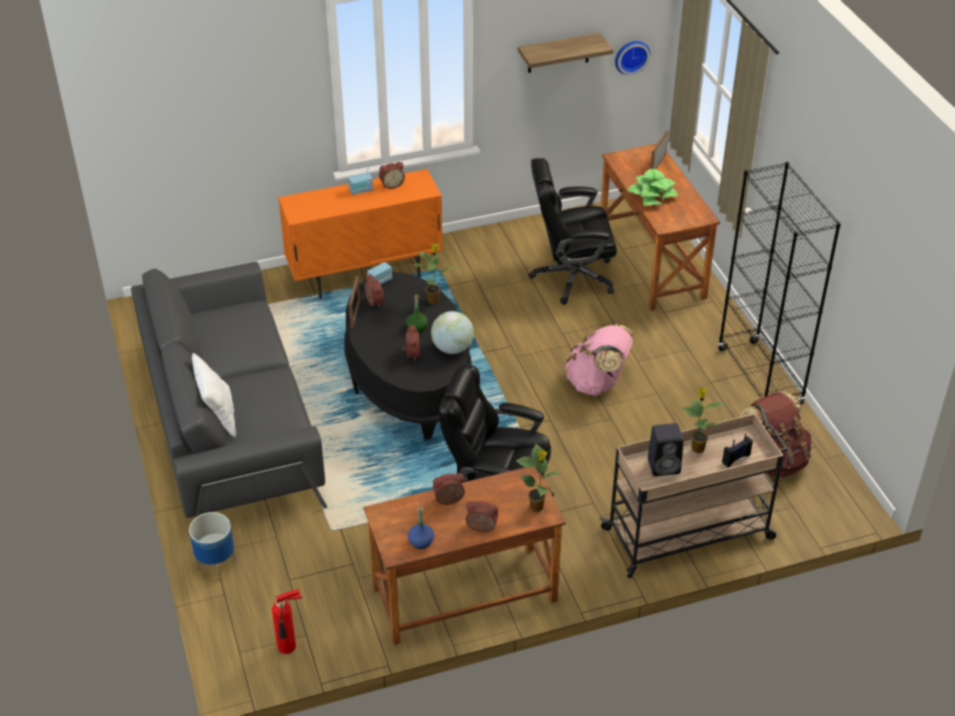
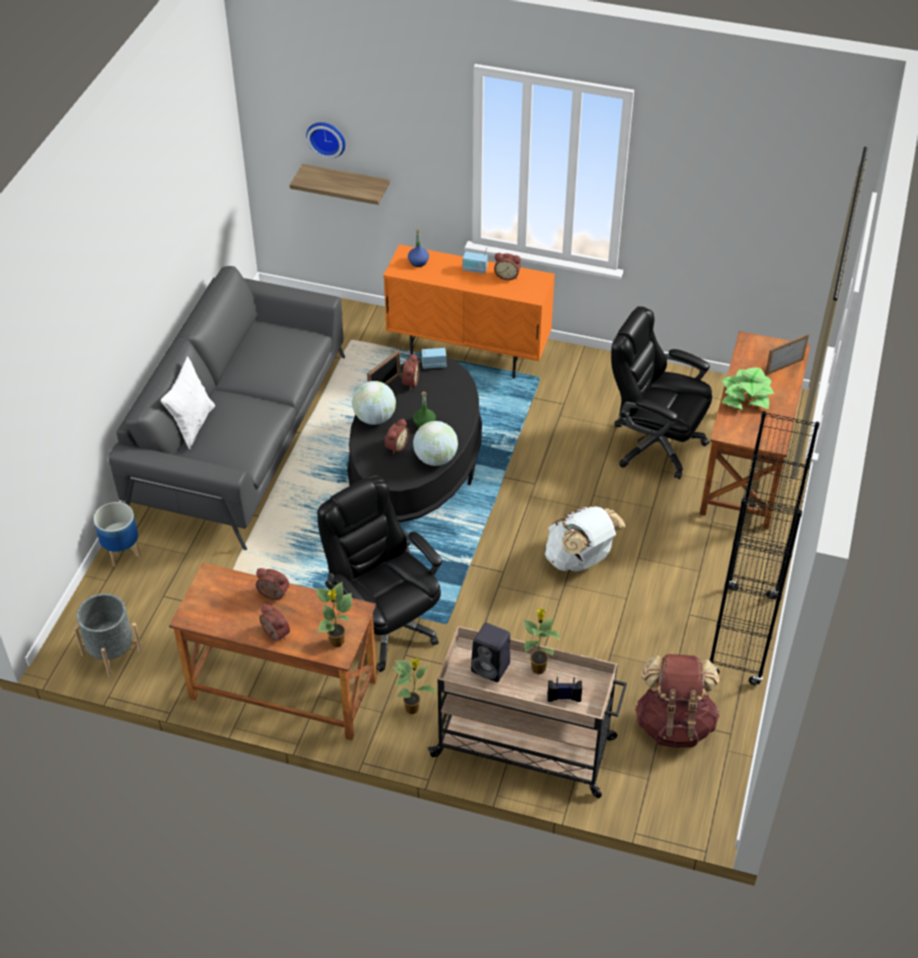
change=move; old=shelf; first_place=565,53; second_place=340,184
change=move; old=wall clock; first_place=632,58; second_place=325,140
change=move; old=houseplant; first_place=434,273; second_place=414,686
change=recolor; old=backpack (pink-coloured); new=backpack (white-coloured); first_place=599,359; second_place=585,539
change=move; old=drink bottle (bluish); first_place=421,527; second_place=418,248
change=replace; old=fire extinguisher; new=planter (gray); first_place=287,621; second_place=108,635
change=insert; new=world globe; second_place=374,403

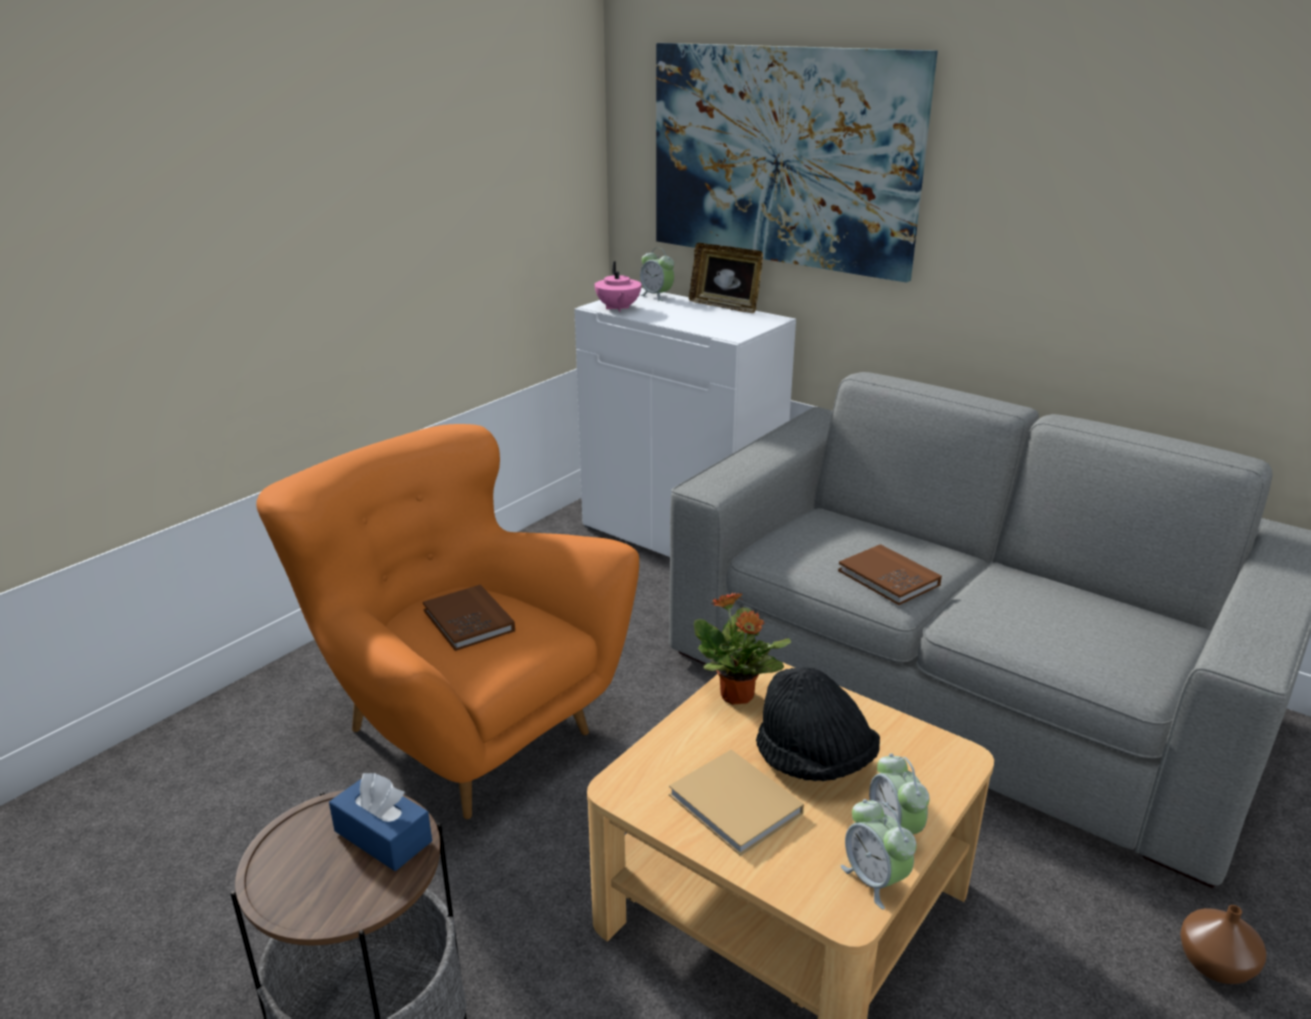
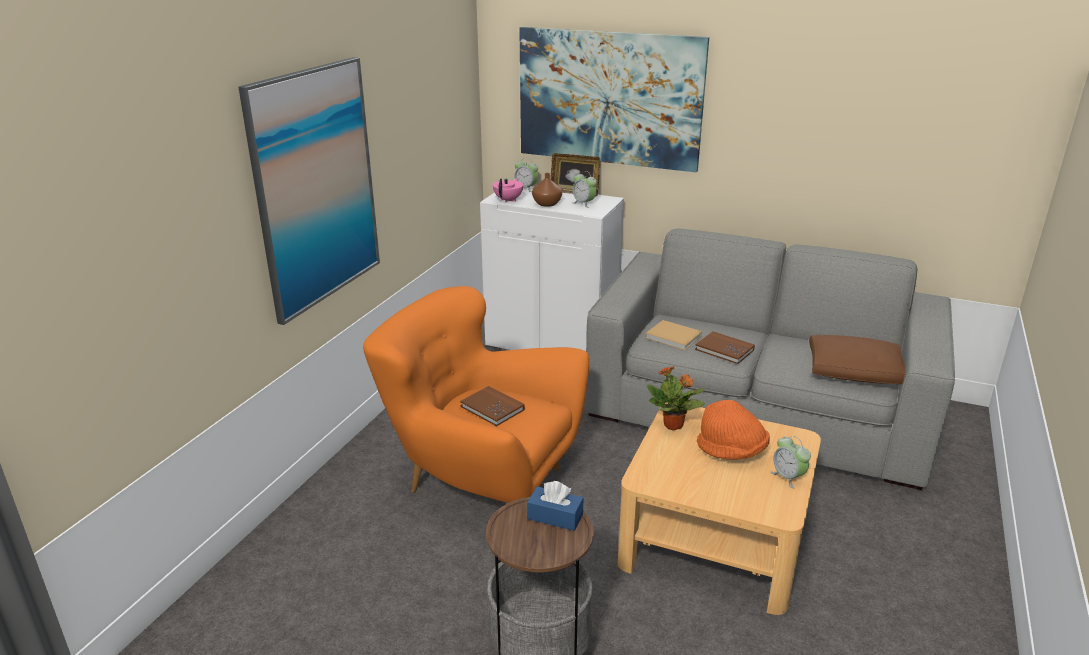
change=rotate; old=tea pot (pink-coloured); first_place=618,287; second_place=508,190; degrees=-135
change=recolor; old=clothing hat (black-coloured); new=clothing hat (orange); first_place=818,724; second_place=733,430
change=move; old=book (beige); first_place=736,803; second_place=673,335
change=move; old=table clock; first_place=879,854; second_place=584,189
change=move; old=vase (brown); first_place=1223,944; second_place=547,190
change=insert; new=wall art; second_place=309,191
change=insert; new=pillow (brown); second_place=857,359

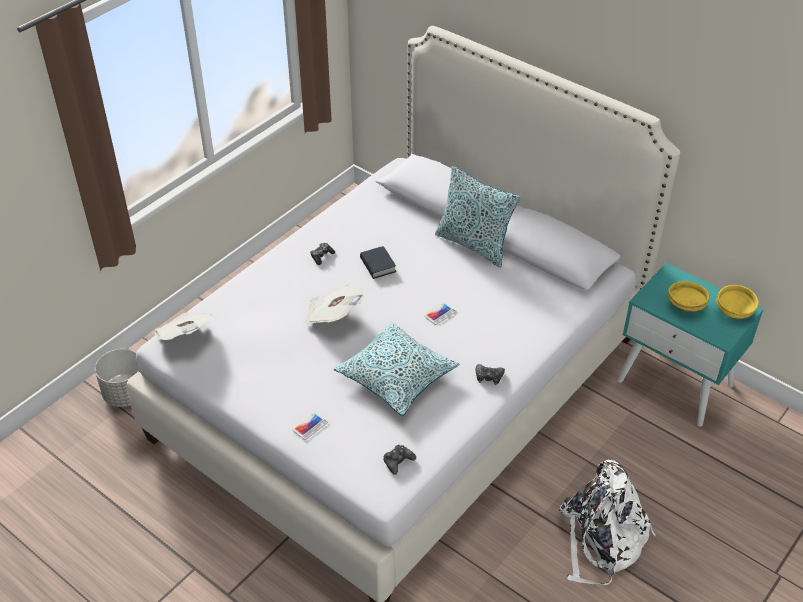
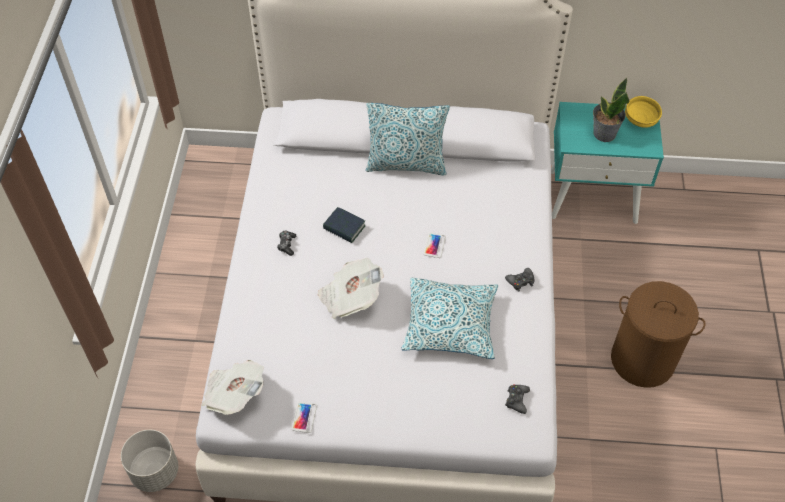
change=replace; old=deep dish (yellow-coloured); new=houseplant; first_place=688,296; second_place=611,110
change=move; old=handset; first_place=310,426; second_place=304,417
change=replace; old=backpack (white-coloured); new=washing basket (brown); first_place=607,522; second_place=658,334

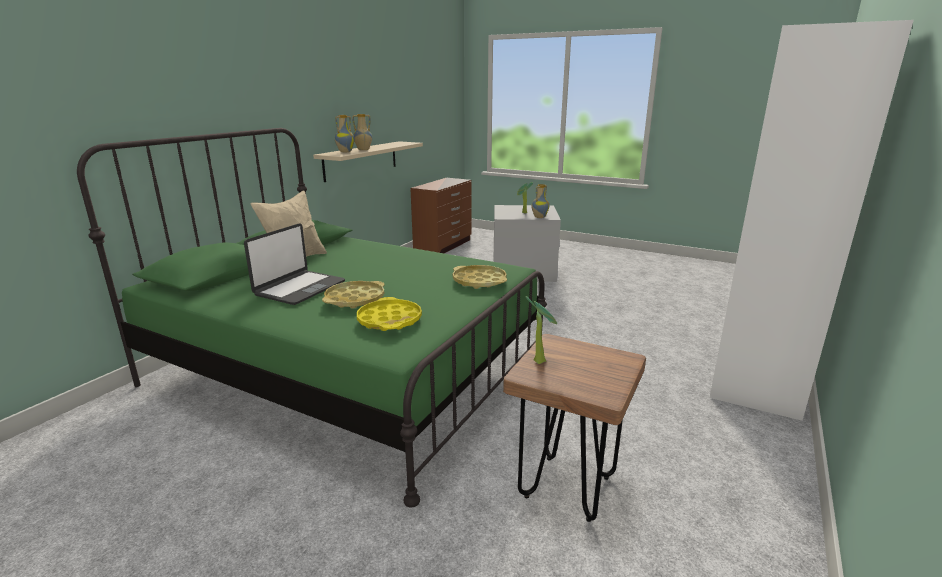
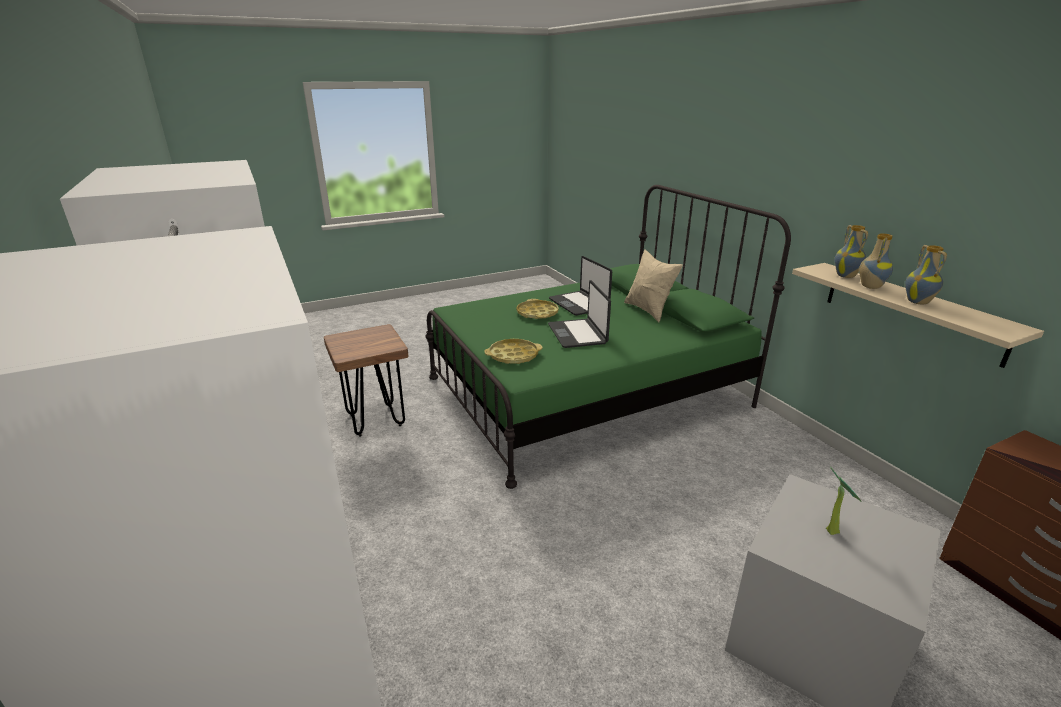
change=move; old=vase; first_place=540,201; second_place=926,275
change=delete; old=houseplant; first_place=541,330
change=delete; old=carrying tray (yellow-coloured); first_place=389,314
change=insert; new=laptop; second_place=579,314

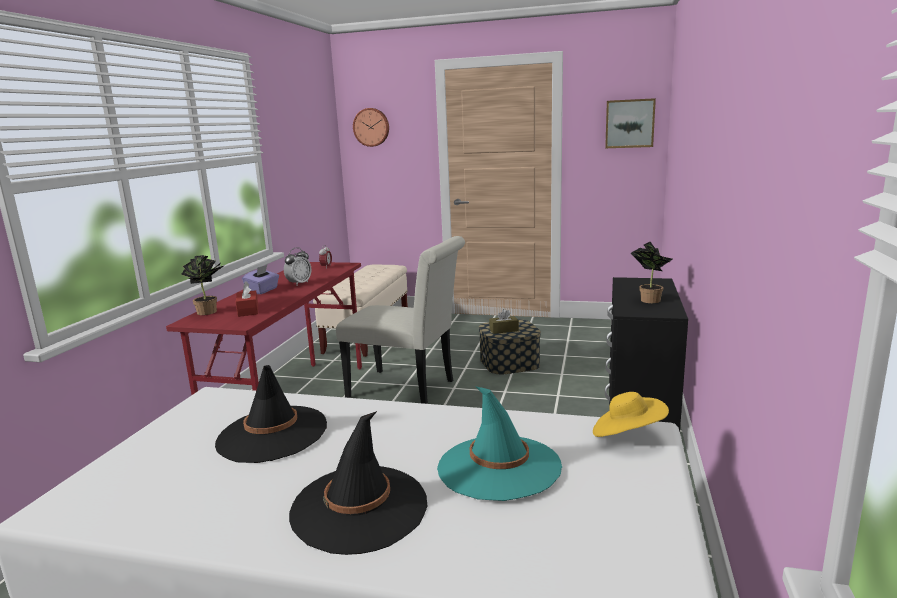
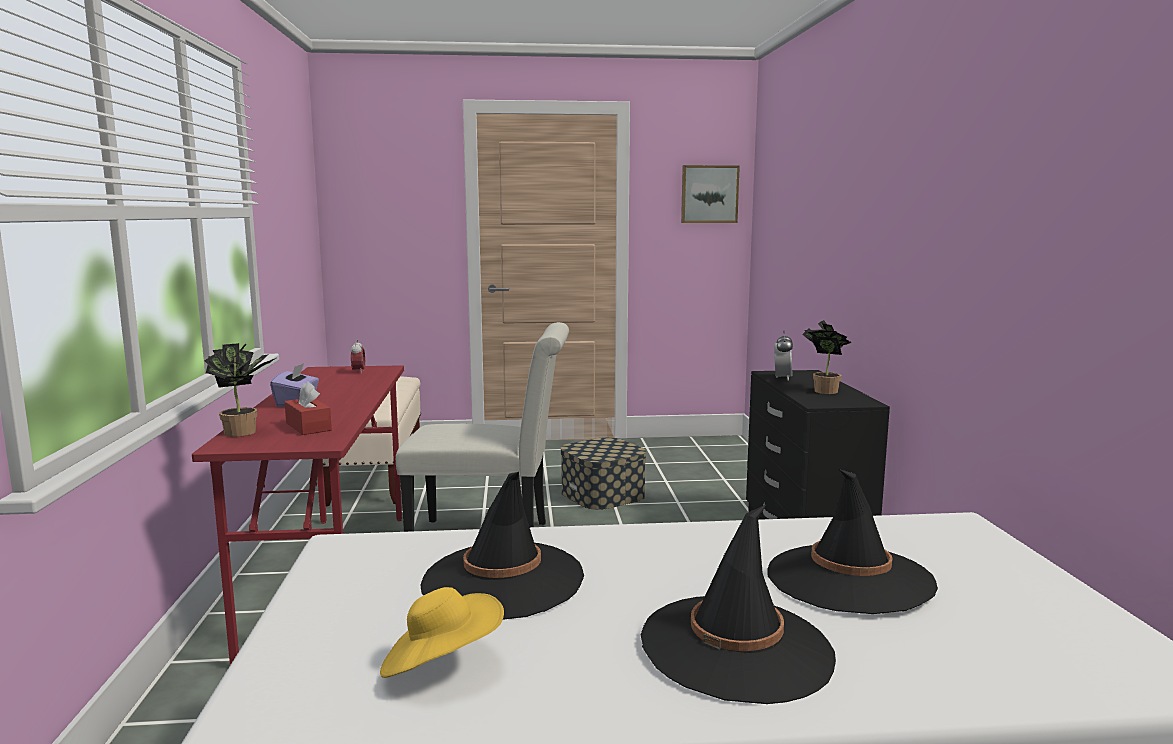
change=delete; old=wall clock; first_place=371,127
change=move; old=table clock; first_place=298,267; second_place=783,356
change=delete; old=tissue holder (brown); first_place=504,321
change=recolor; old=clothing hat (blue-green); new=clothing hat (black-coloured); first_place=499,443; second_place=852,541
change=move; old=clothing hat (yellow-coloured); first_place=631,414; second_place=442,632

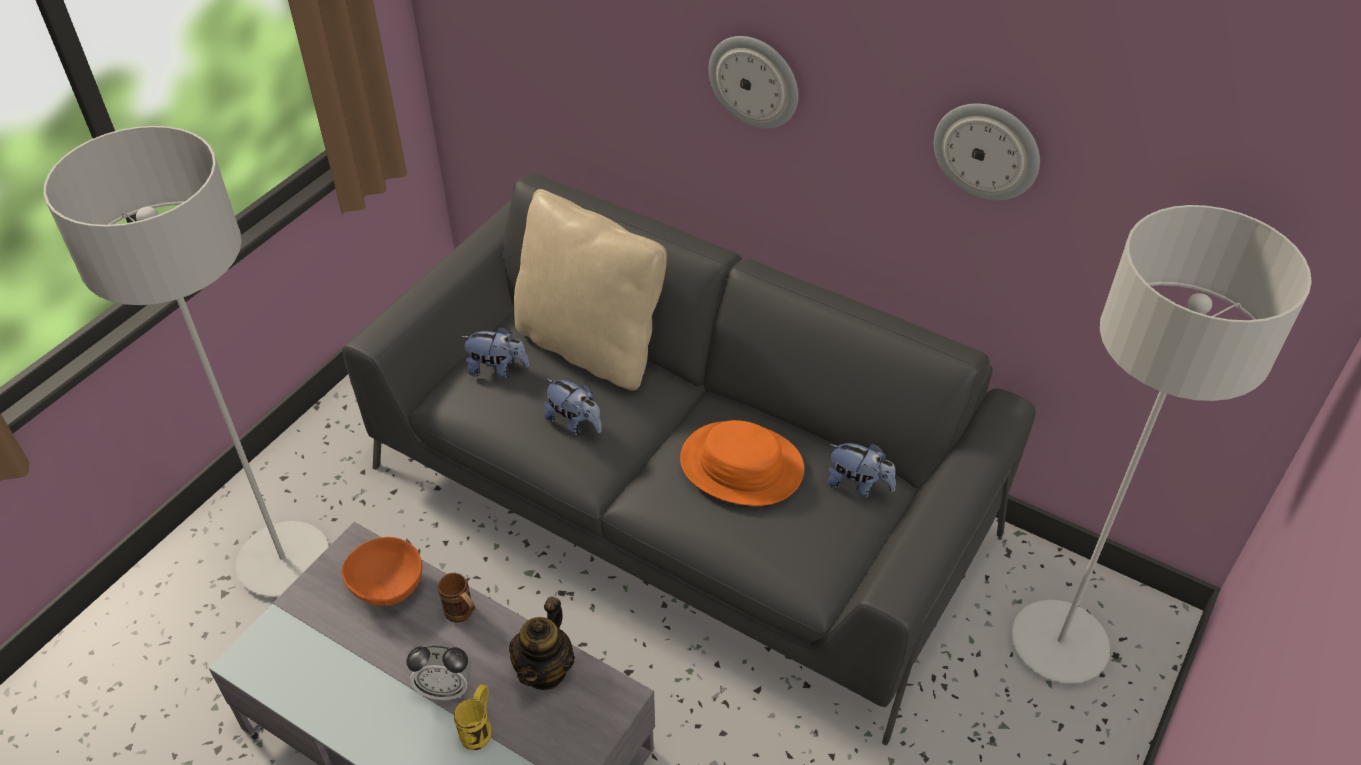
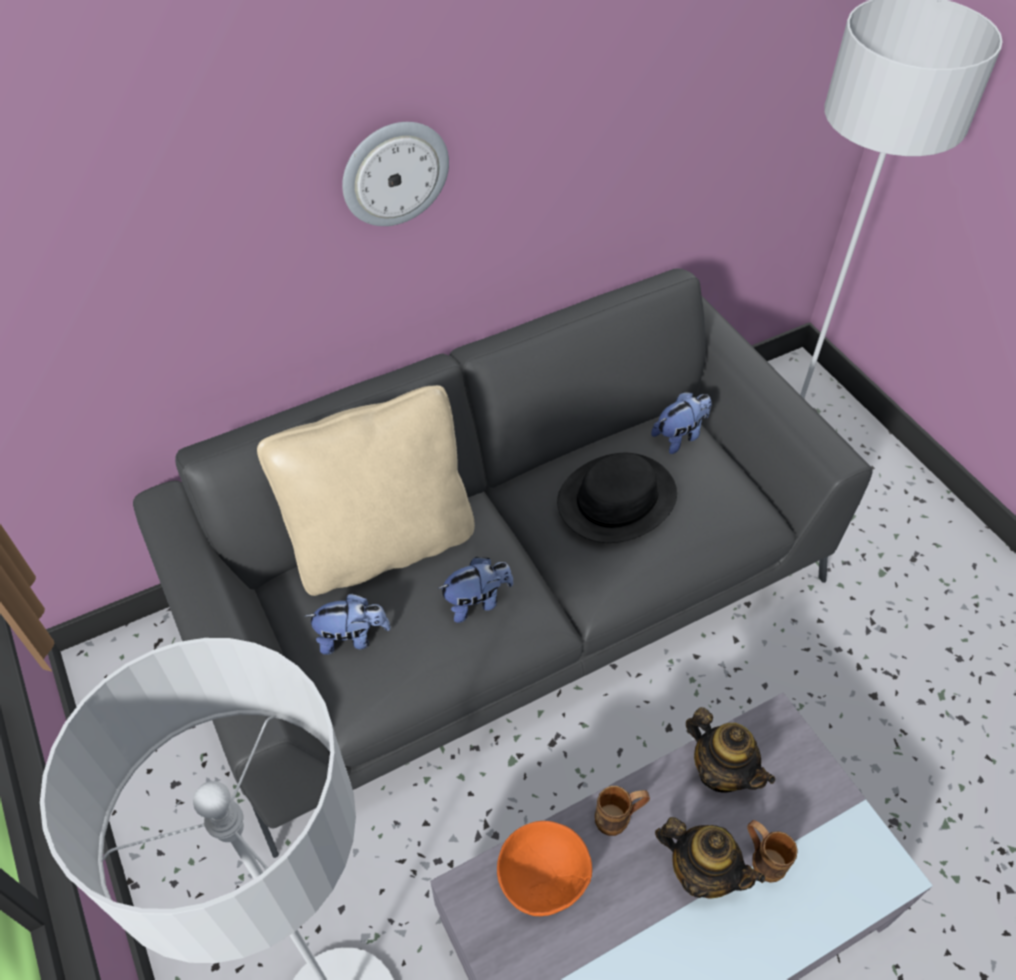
change=delete; old=wall clock; first_place=987,152
change=rotate; old=soft toy; first_place=494,352; second_place=348,624; degrees=45
change=recolor; old=clothing hat (orange); new=clothing hat (black-coloured); first_place=742,463; second_place=617,498
change=replace; old=table clock; new=tea pot; first_place=439,672; second_place=710,858
change=recolor; old=coffee mug (yellow-coloured); new=coffee mug (brown); first_place=472,717; second_place=772,851

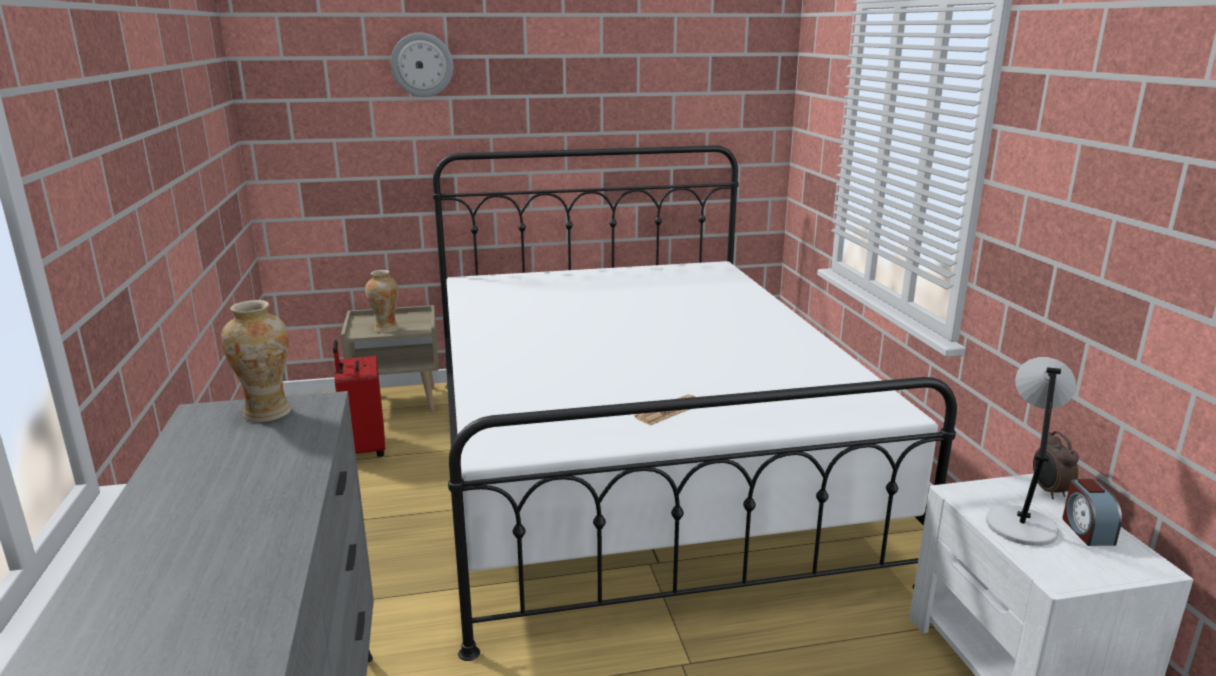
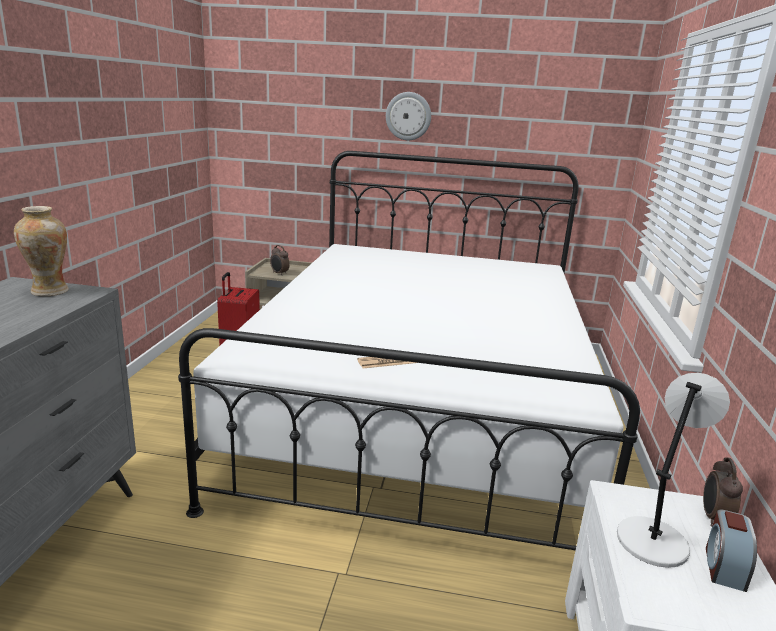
change=move; old=wall clock; first_place=422,65; second_place=408,116
change=replace; old=vase; new=table clock; first_place=382,301; second_place=280,260

